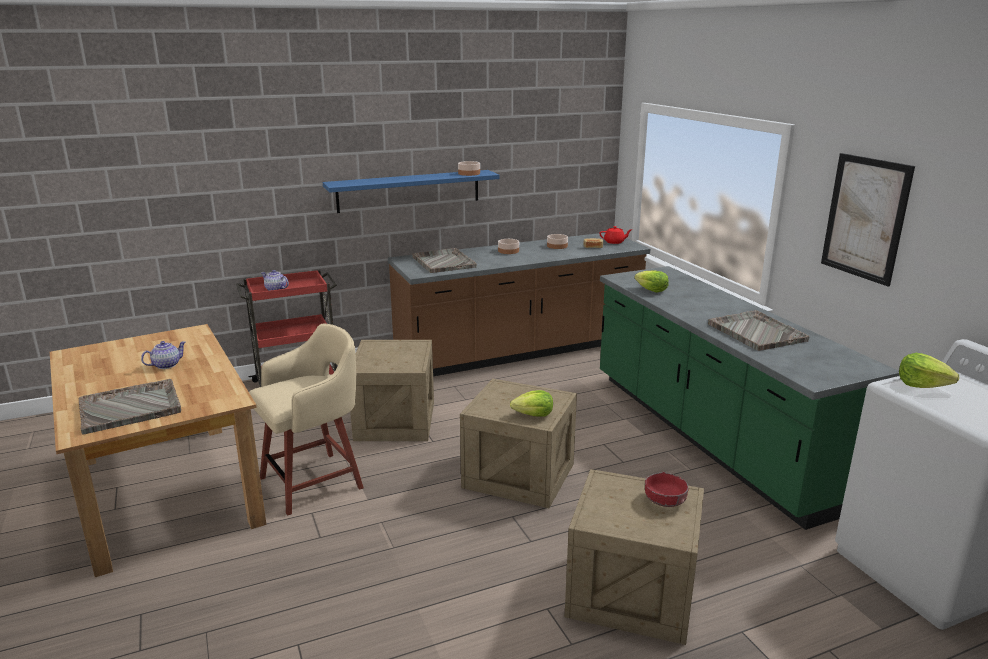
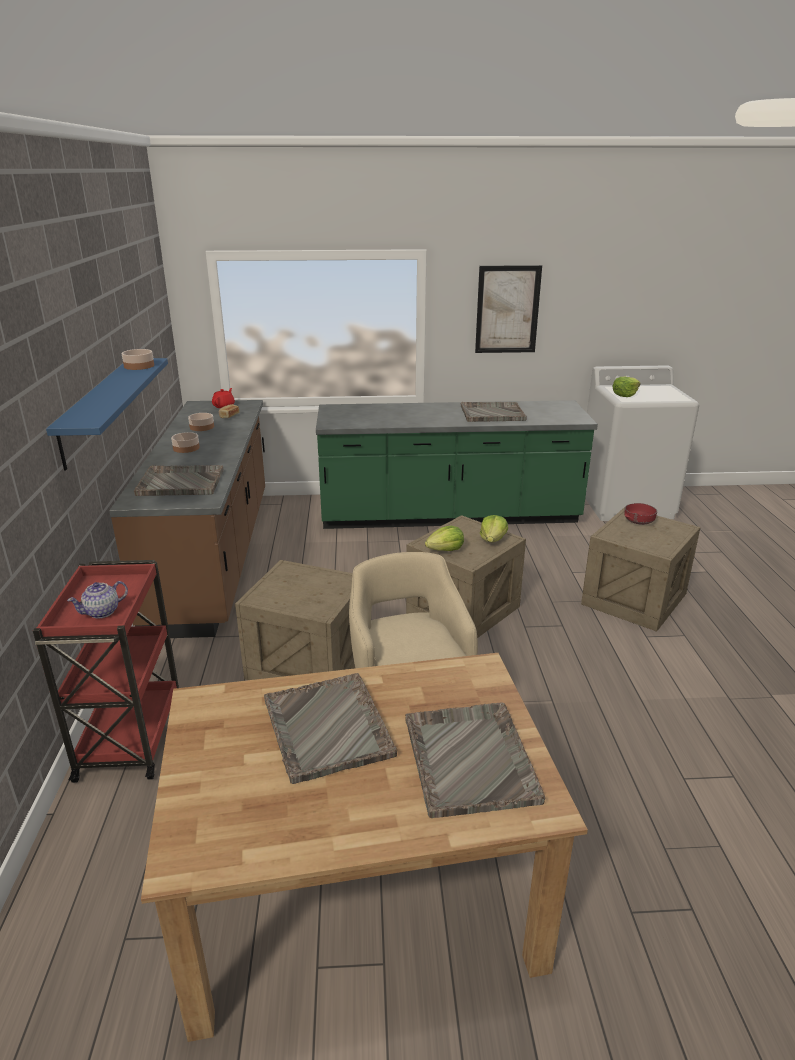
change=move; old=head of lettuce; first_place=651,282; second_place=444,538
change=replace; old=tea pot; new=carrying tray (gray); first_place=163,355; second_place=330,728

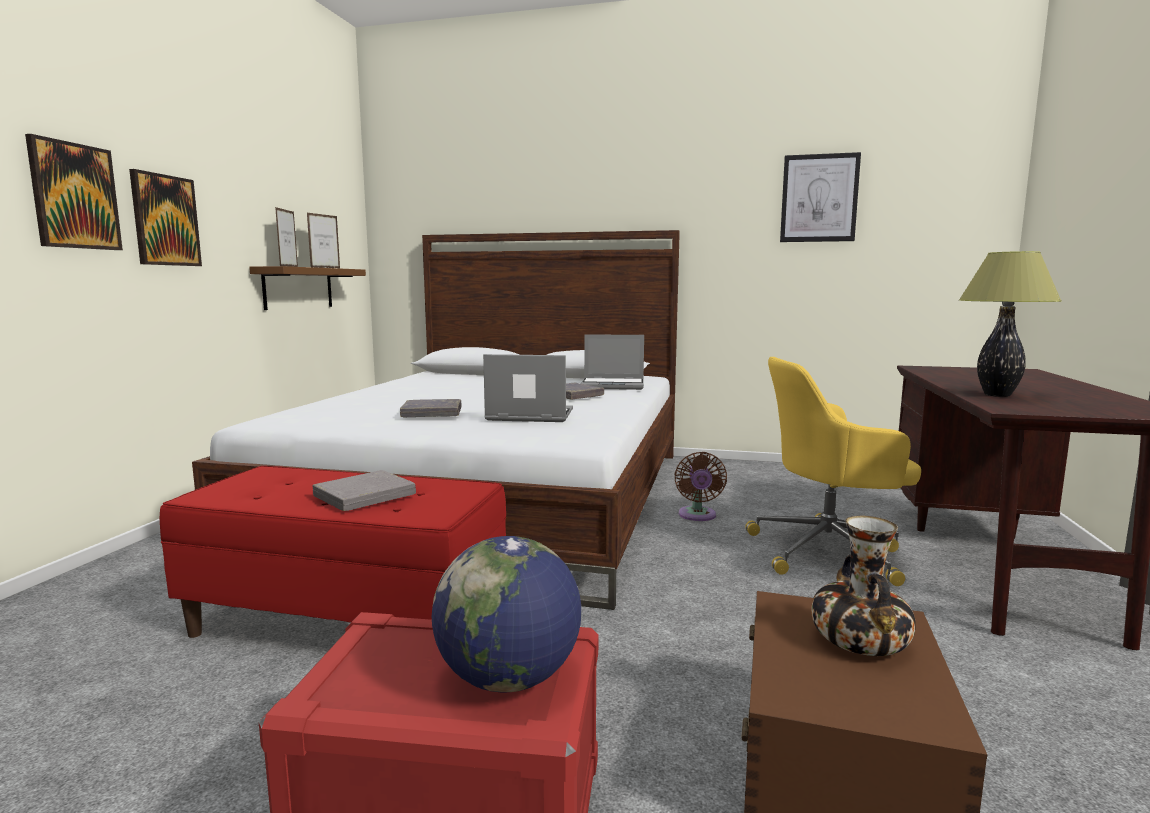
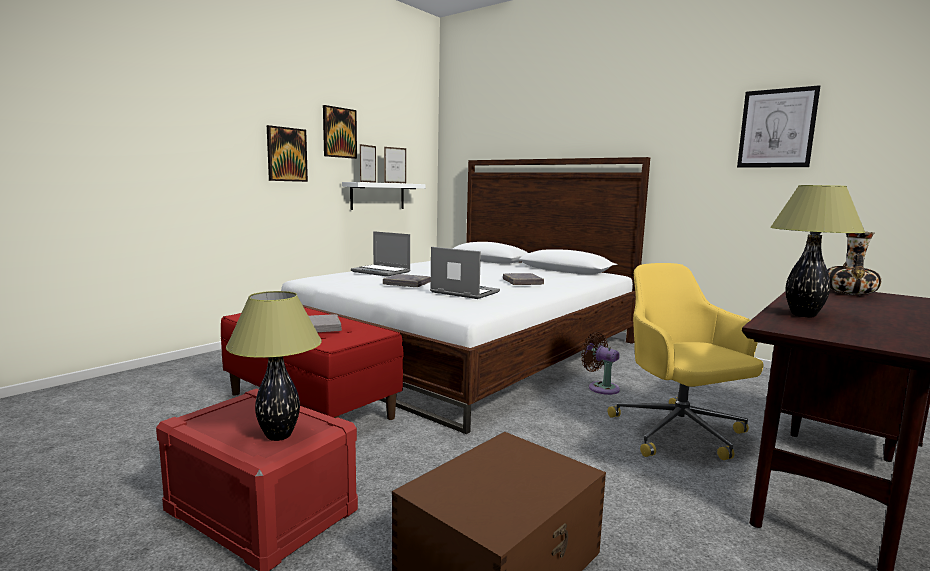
change=move; old=wall art; first_place=74,192; second_place=340,132
change=recolor; old=shelf (brown); new=shelf (white-coloured); first_place=307,288; second_place=383,196
change=move; old=laptop; first_place=612,362; second_place=380,254
change=rotate; old=computer chair (yellow-coloured); first_place=833,471; second_place=685,361; degrees=45
change=rotate; old=electric fan (brown); first_place=700,486; second_place=600,363; degrees=105
change=move; old=vase; first_place=863,585; second_place=854,263
change=replace; old=world globe; new=tabletop lamp; first_place=506,614; second_place=274,366

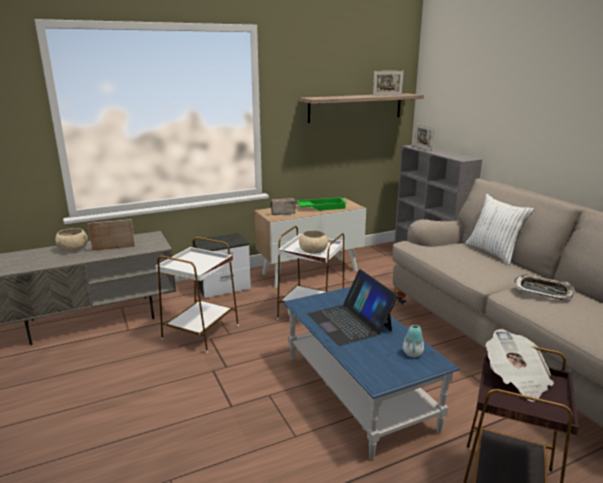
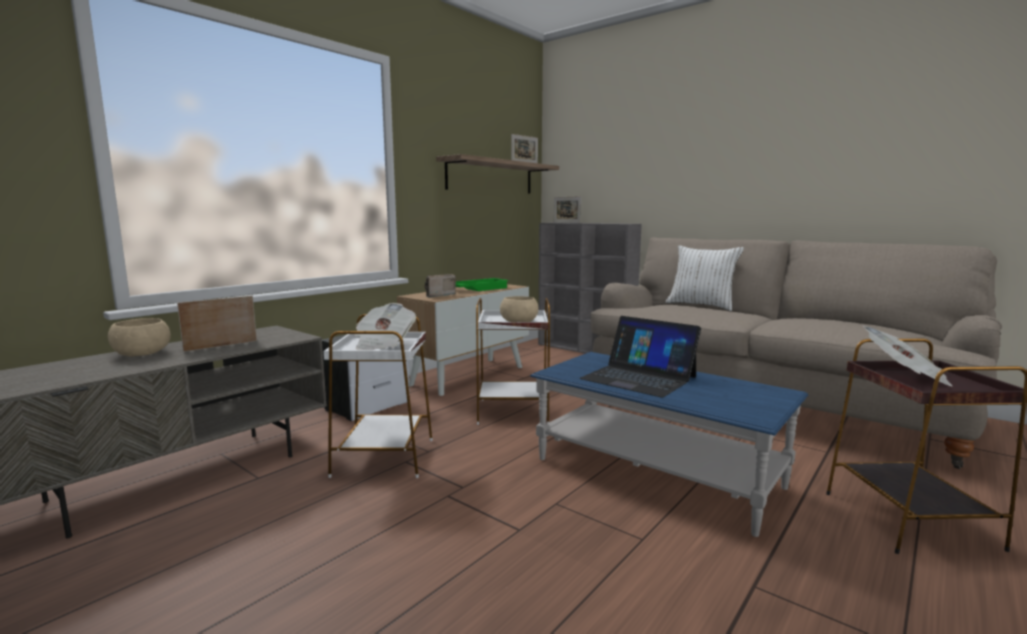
change=delete; old=carrying tray; first_place=544,287
change=delete; old=vase; first_place=413,341
change=insert; new=newspaper; second_place=385,326

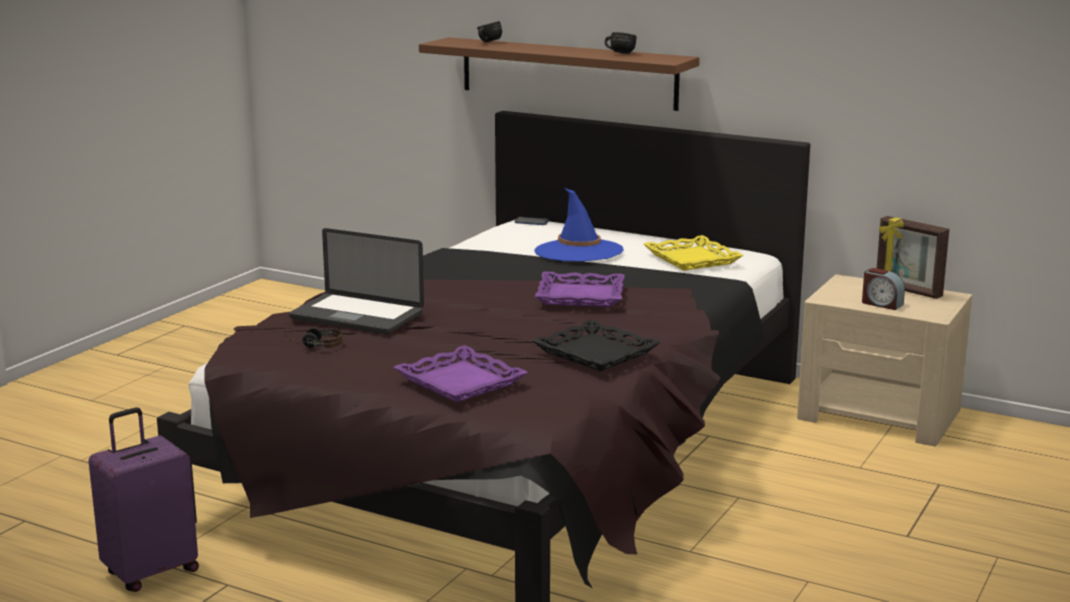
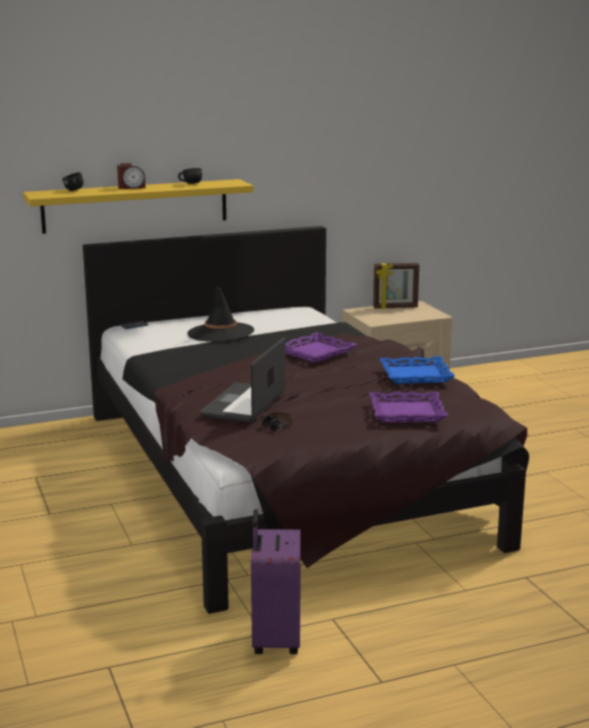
change=recolor; old=shelf (brown); new=shelf (yellow-coloured); first_place=559,74; second_place=138,206
change=recolor; old=clothing hat (bluish); new=clothing hat (black-coloured); first_place=578,225; second_place=220,314
change=rotate; old=laptop; first_place=356,281; second_place=243,380; degrees=135
change=delete; old=carrying tray (yellow-coloured); first_place=694,253
change=move; old=table clock; first_place=883,289; second_place=131,176
change=recolor; old=carrying tray (black-coloured); new=carrying tray (bluish); first_place=596,345; second_place=417,370

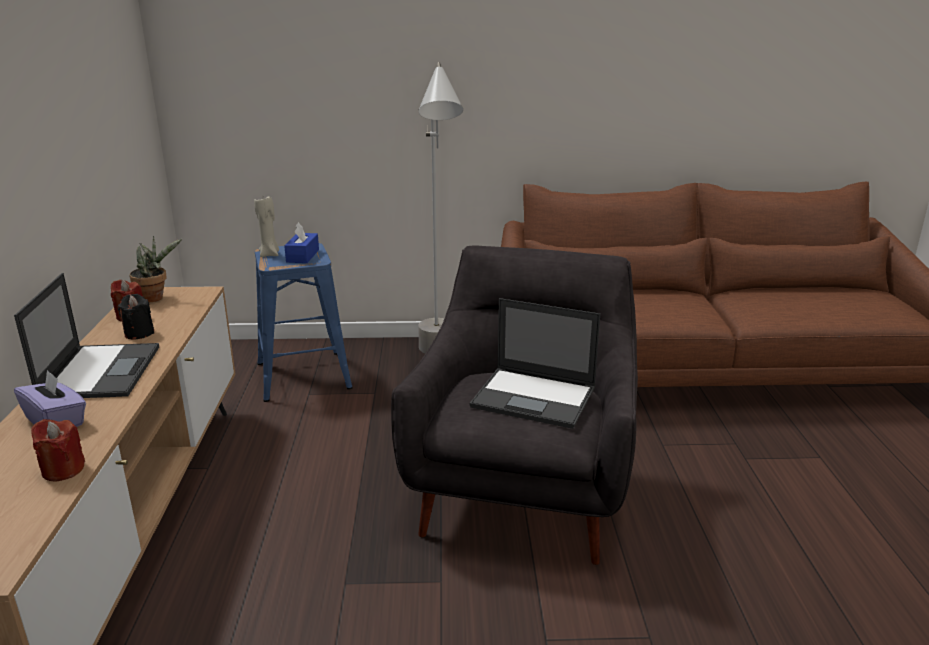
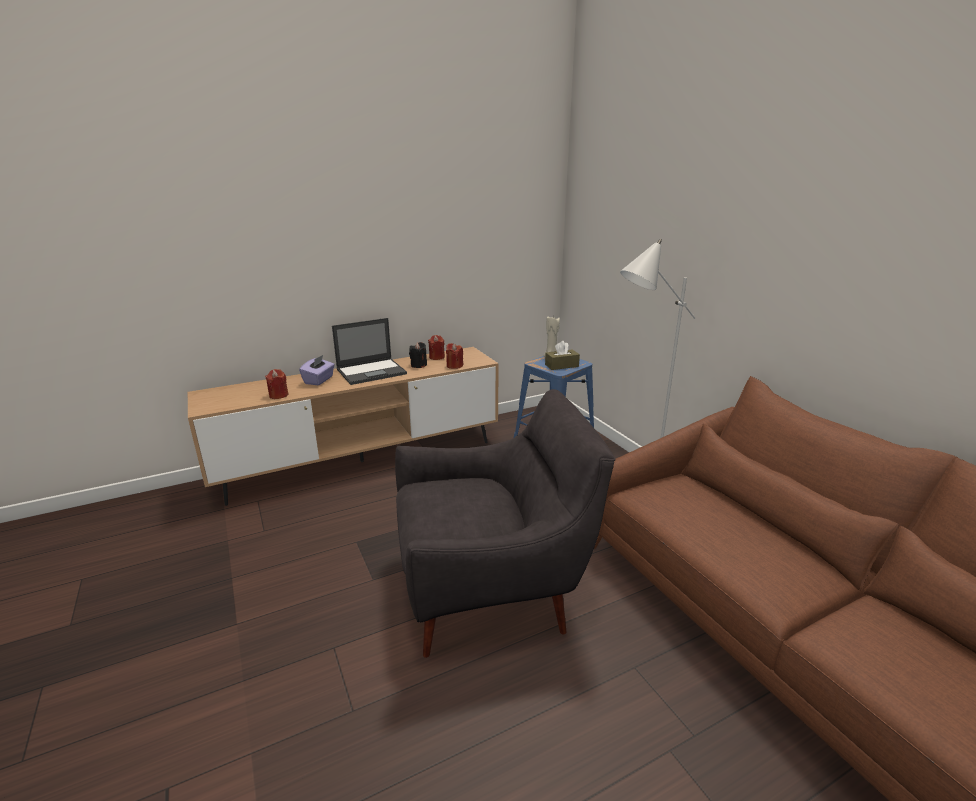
change=recolor; old=tissue holder (bluish); new=tissue holder (brown); first_place=301,242; second_place=562,355
change=delete; old=houseplant; first_place=155,269
change=delete; old=laptop; first_place=535,363
change=insert; new=wax light (red); second_place=454,356

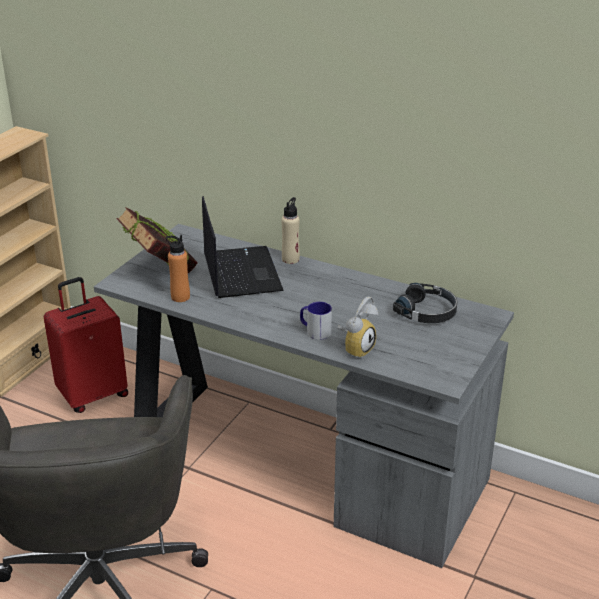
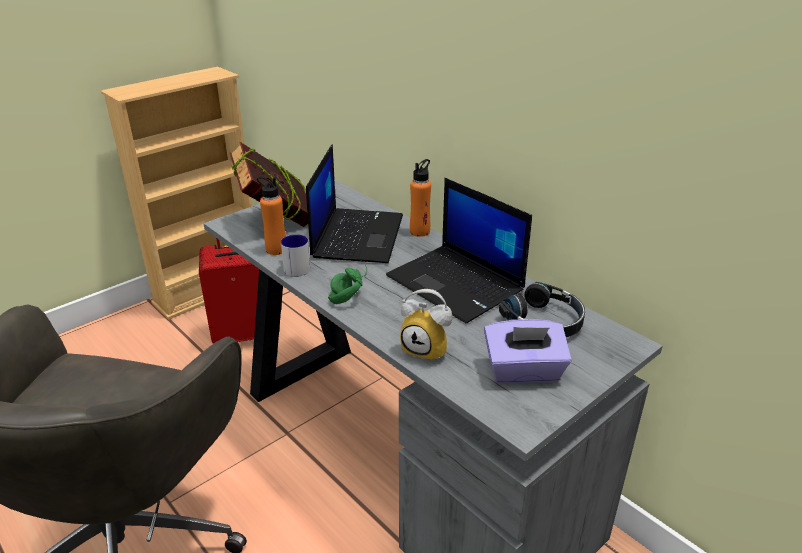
change=recolor; old=drink bottle (beige); new=drink bottle (orange); first_place=290,230; second_place=420,198
change=rotate; old=table clock; first_place=358,327; second_place=426,326; degrees=60
change=move; old=coffee mug; first_place=316,321; second_place=296,255
change=insert; new=laptop; second_place=459,250
change=insert; new=headset (green); second_place=347,284
change=insert; new=tissue holder (purplish); second_place=528,351

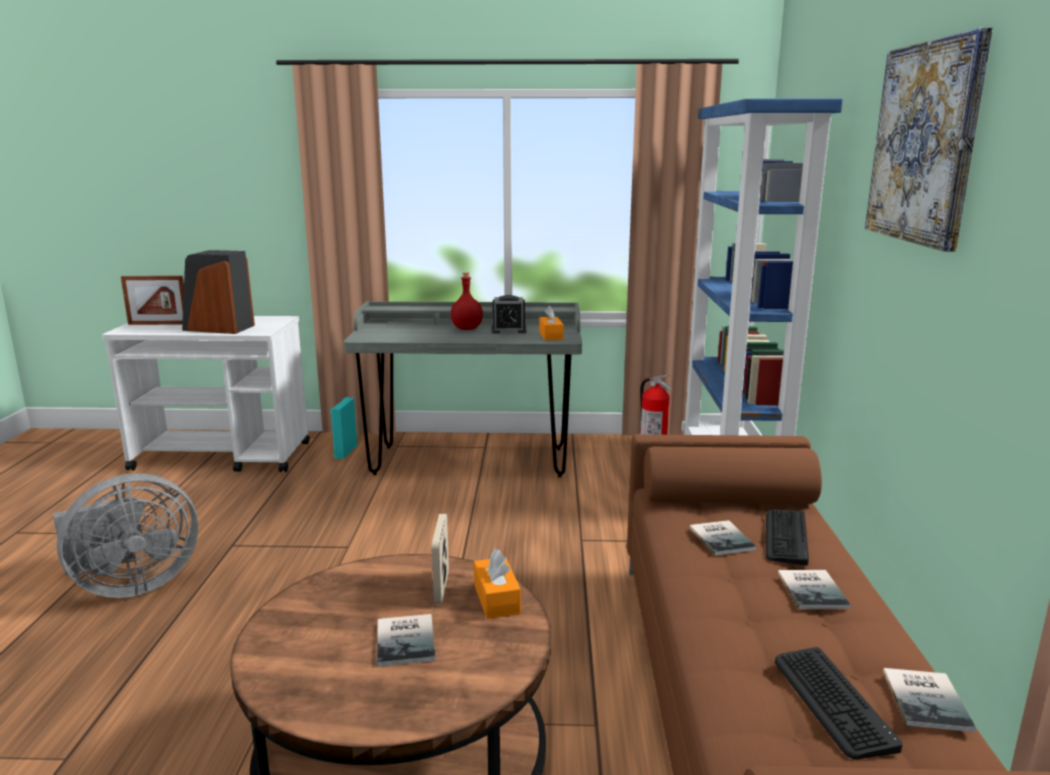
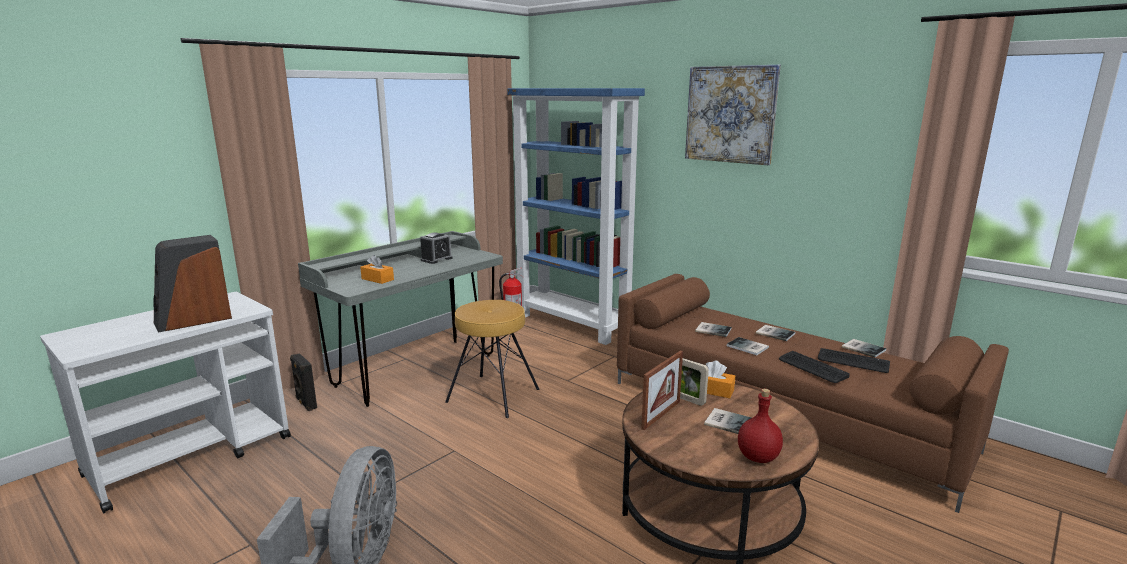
change=move; old=drink bottle (red); first_place=467,301; second_place=760,426
change=move; old=picture frame; first_place=152,300; second_place=662,390
change=move; old=tissue holder (orange); first_place=551,323; second_place=377,269
change=recolor; old=loudspeaker (blue-green); new=loudspeaker (black-coloured); first_place=343,428; second_place=303,382
change=move; old=computer keyboard; first_place=787,538; second_place=814,367
change=insert; new=stool seat (brown); second_place=492,359
change=insert; new=book; second_place=748,346

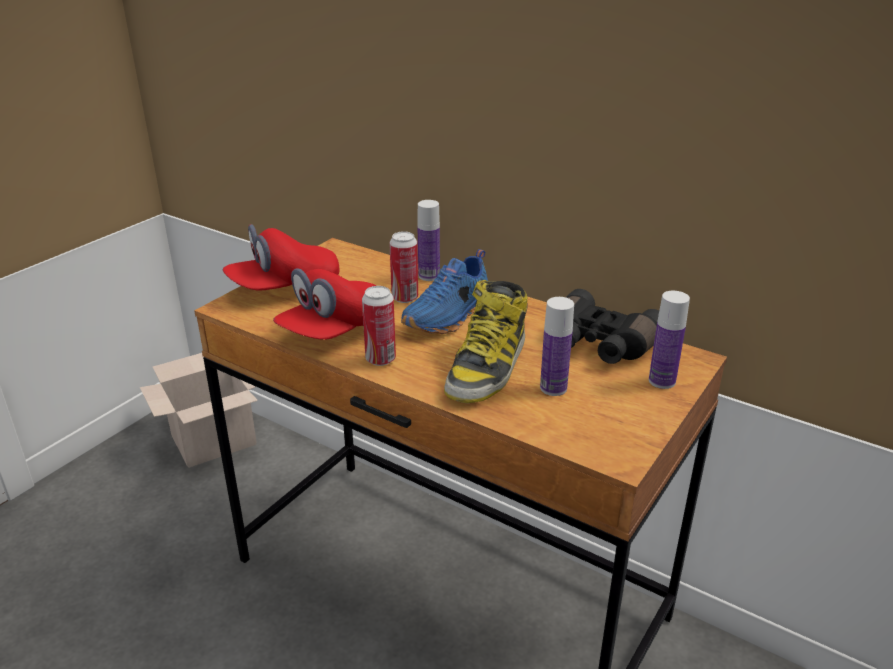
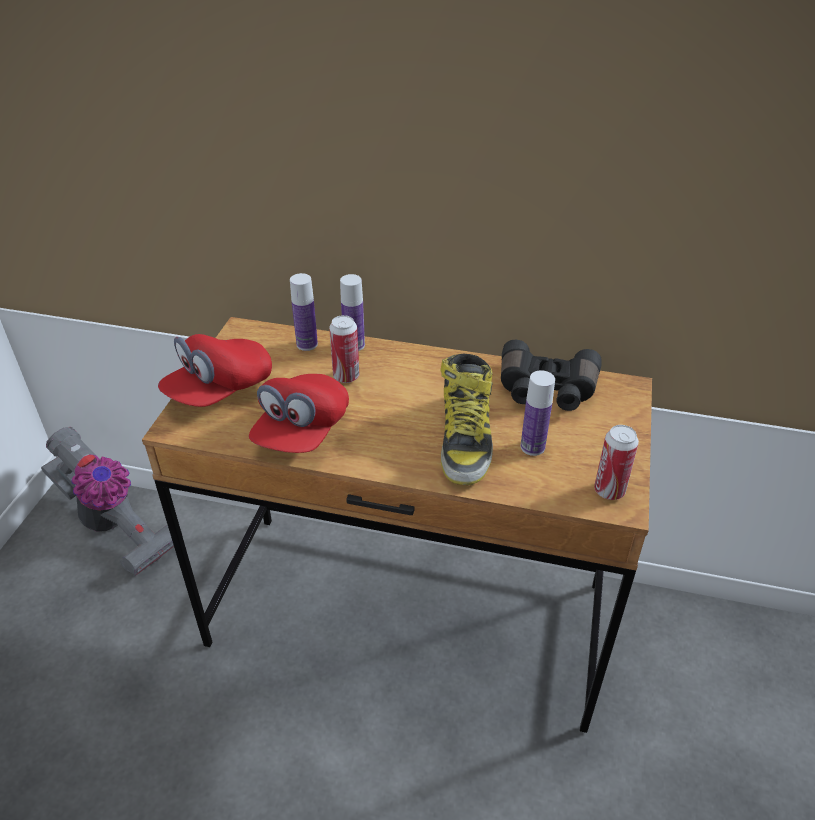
change=delete; old=low shoe (bluish); first_place=444,291
change=move; old=can; first_place=379,326; second_place=616,462
change=move; old=drink bottle; first_place=669,340; second_place=304,312
change=replace; old=packing box; new=hoover; first_place=199,410; second_place=112,502

